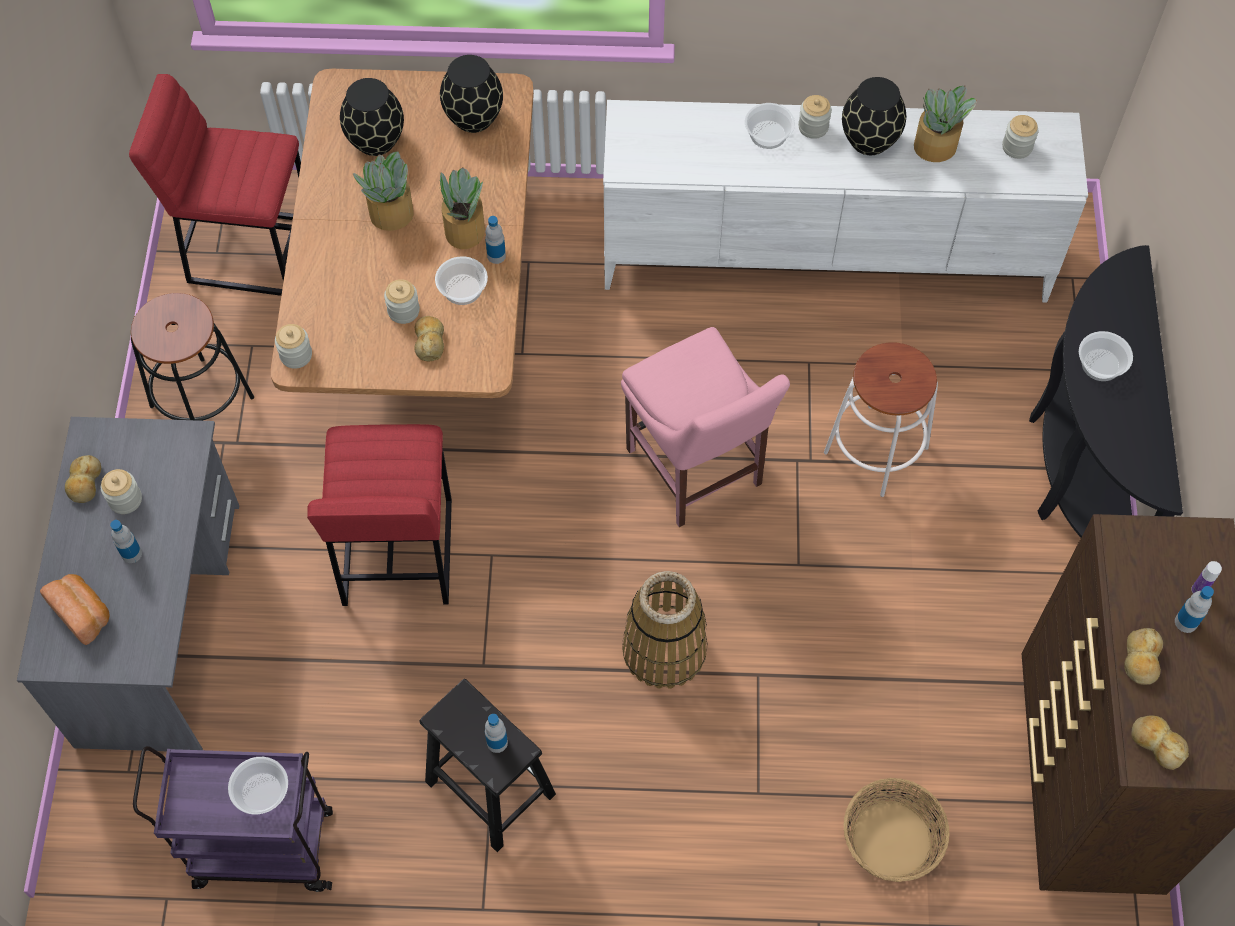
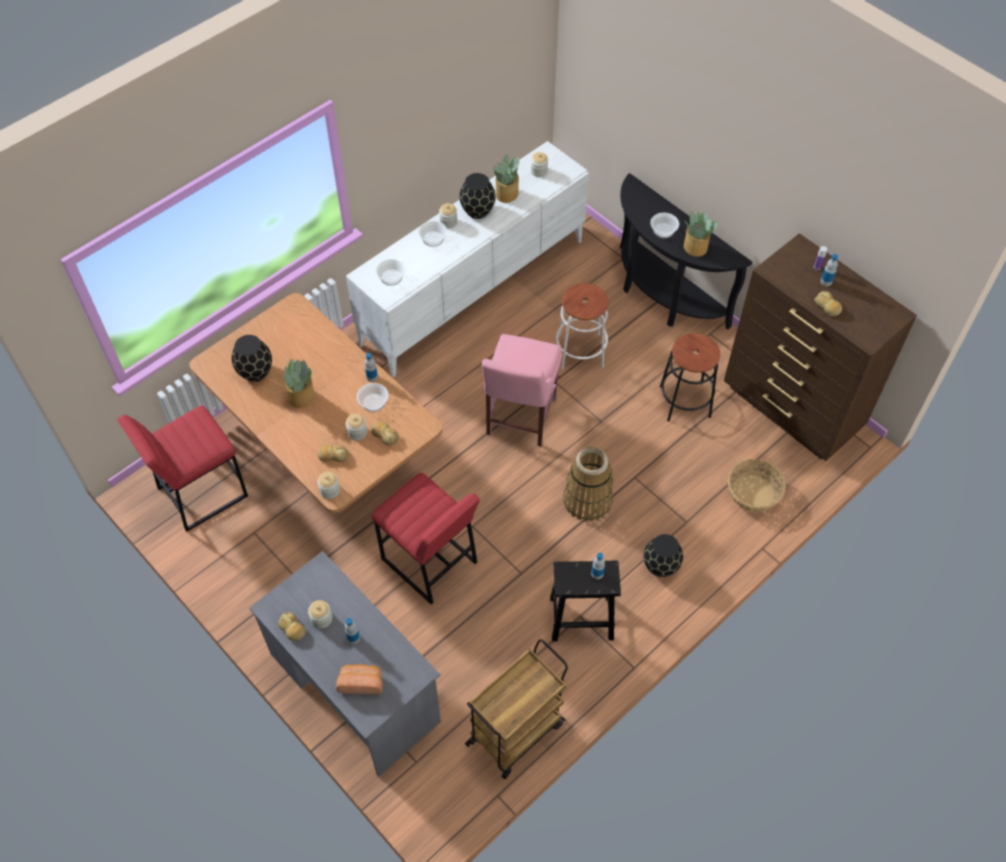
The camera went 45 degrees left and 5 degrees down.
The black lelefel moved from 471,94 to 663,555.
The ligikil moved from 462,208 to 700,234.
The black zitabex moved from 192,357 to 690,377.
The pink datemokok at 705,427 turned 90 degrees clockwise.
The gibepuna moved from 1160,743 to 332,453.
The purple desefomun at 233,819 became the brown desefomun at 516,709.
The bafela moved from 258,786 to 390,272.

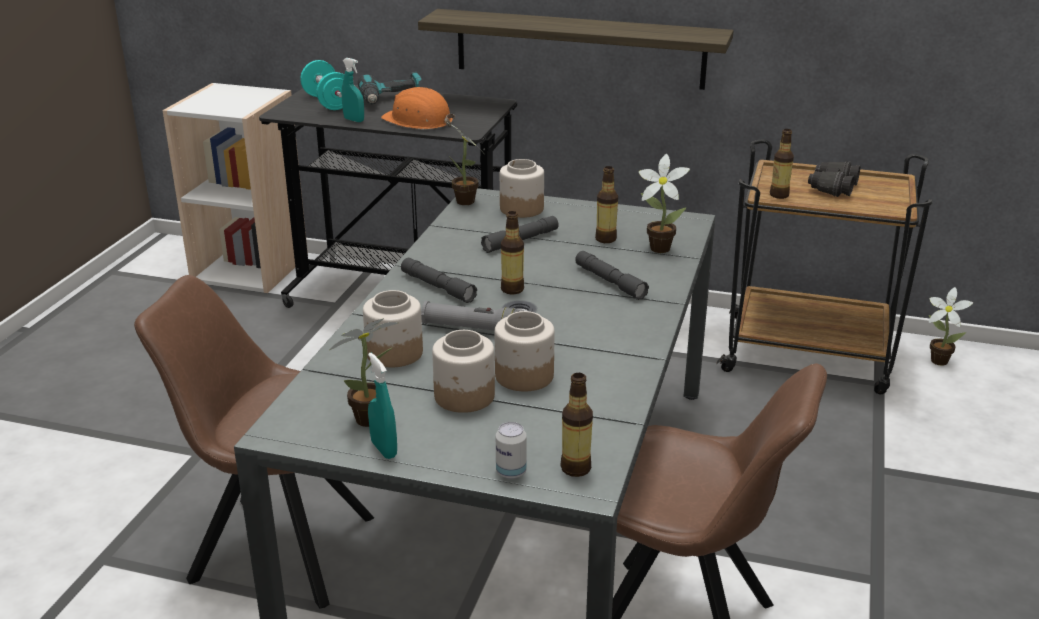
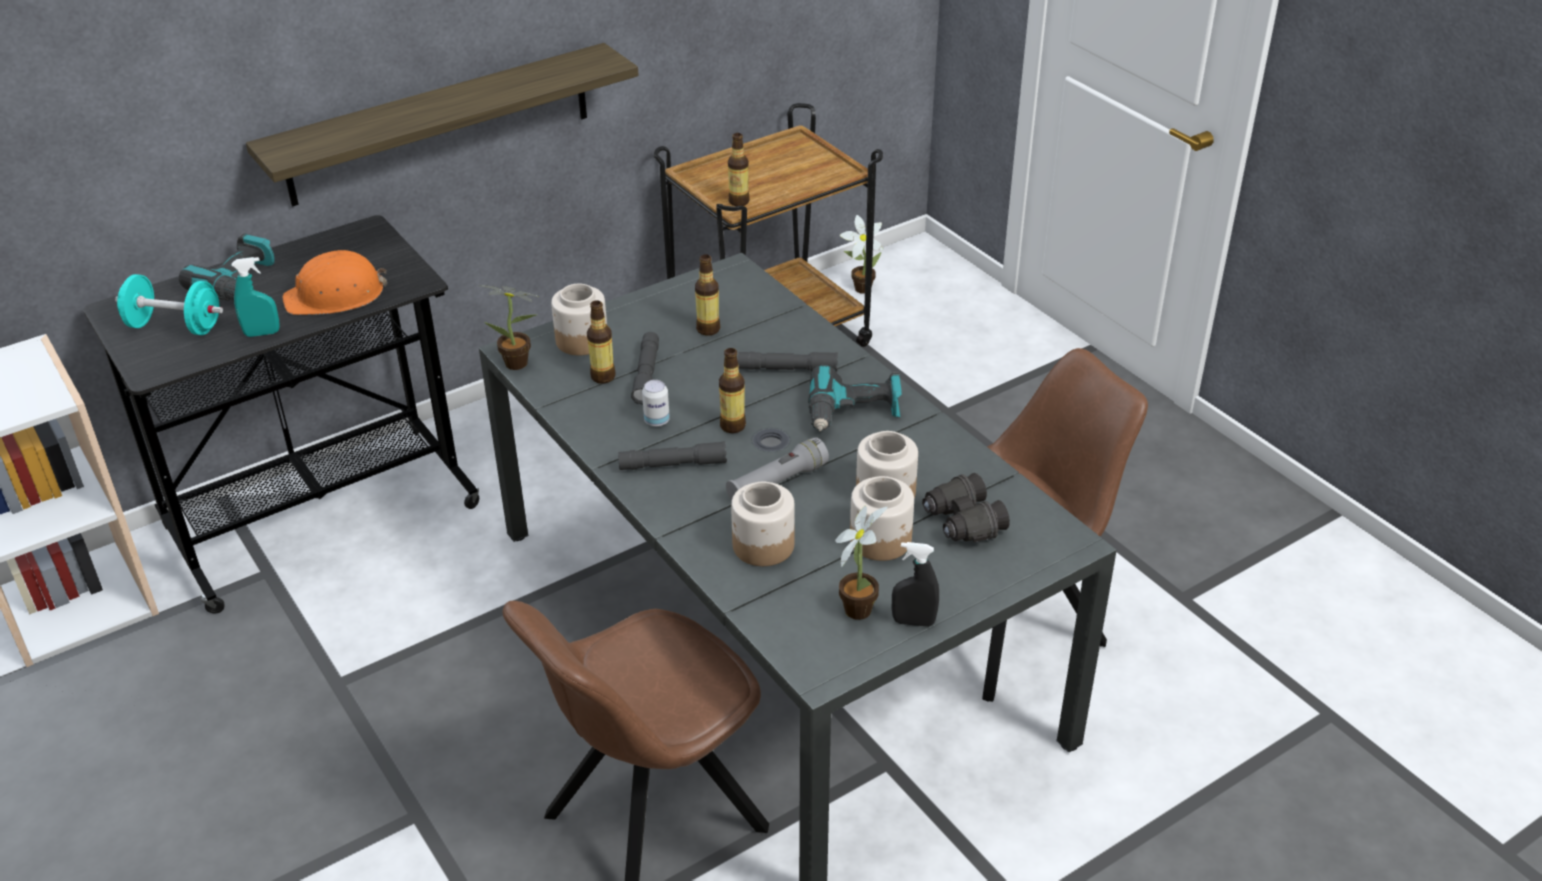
The camera went 50 degrees left and 10 degrees up.
The ligikil at 664,203 disappeared.
The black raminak moved from 834,179 to 966,507.
The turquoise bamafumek at 382,406 became the black bamafumek at 915,584.
The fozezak moved from 577,425 to 601,342.
The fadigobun moved from 511,450 to 656,403.
The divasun at 855,398 appeared.

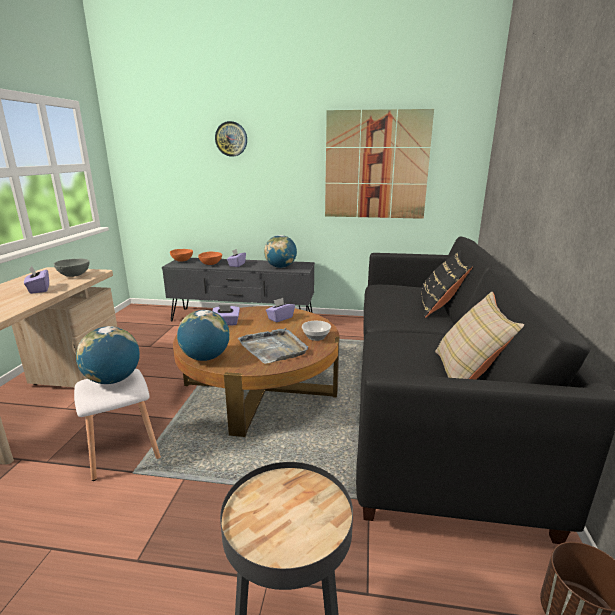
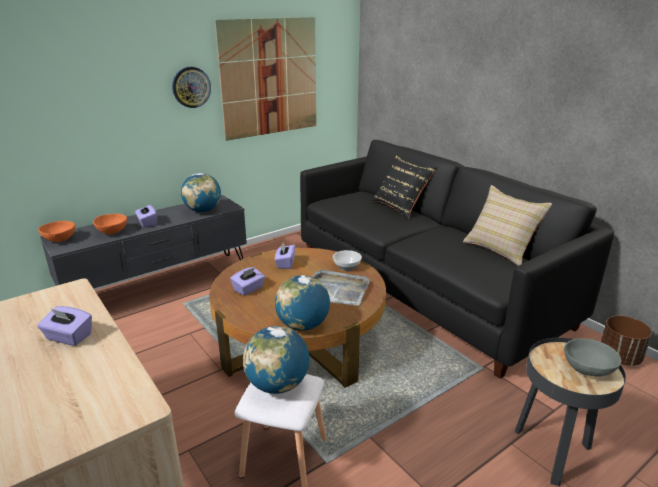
The camera went 45 degrees left and 5 degrees up.
The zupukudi moved from 231,138 to 191,87.
The grey bafela moved from 71,268 to 592,357.

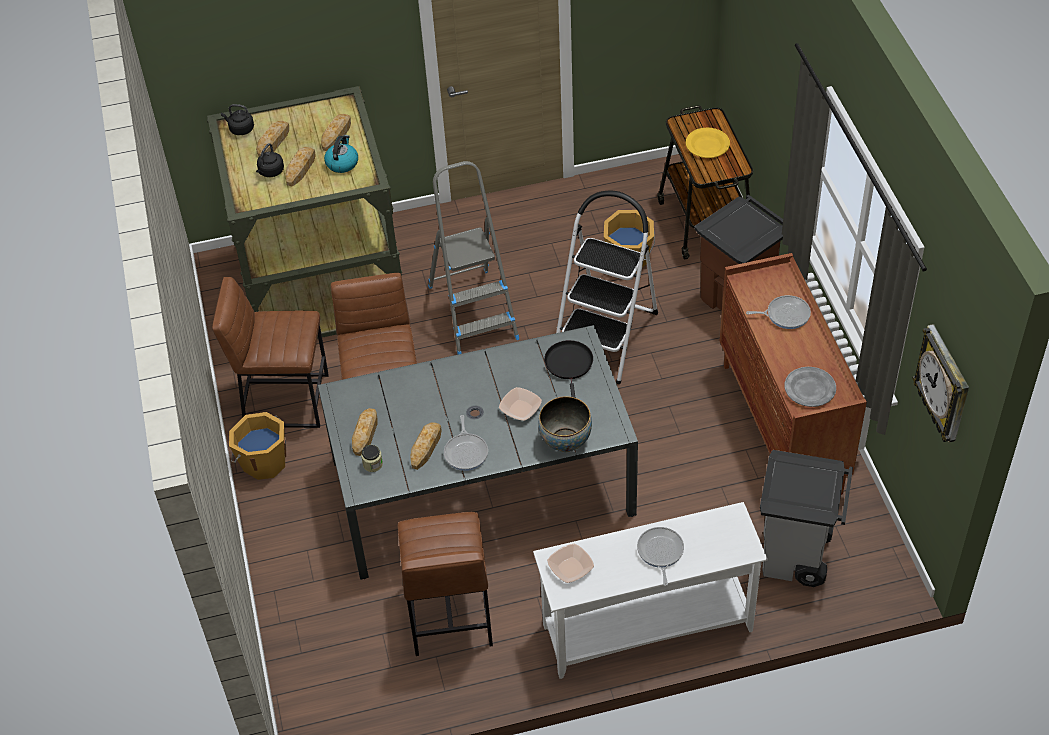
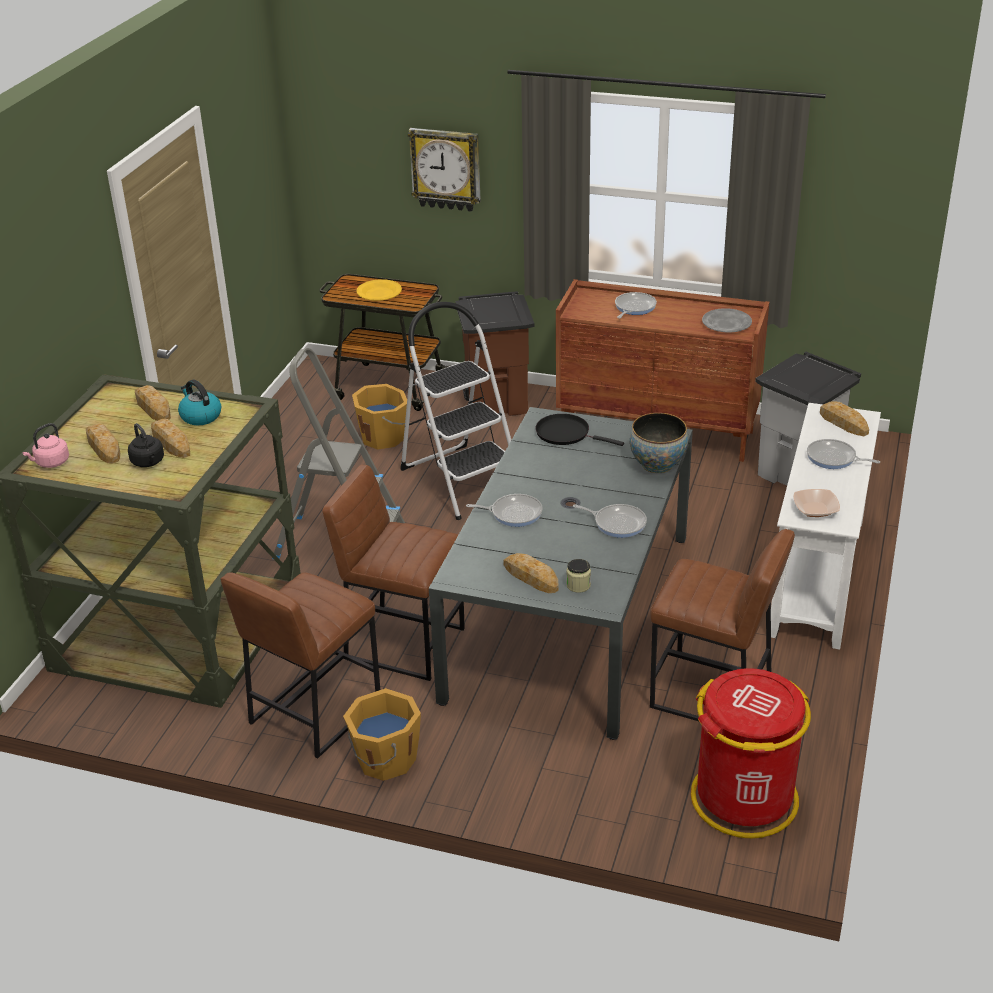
The camera went 60 degrees left and 15 degrees down.
The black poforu at 237,119 became the pink poforu at 45,445.
The zupukudi moved from 940,383 to 444,170.
The bafela at 520,404 disappeared.
The gibepuna moved from 426,446 to 844,418.
The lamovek at 504,510 appeared.
The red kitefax at 751,753 appeared.

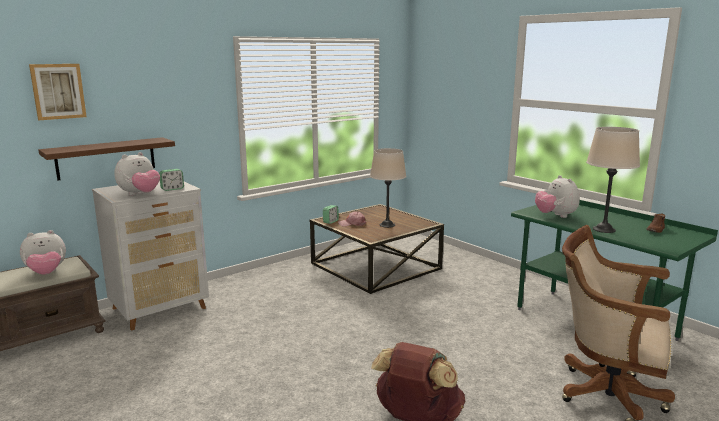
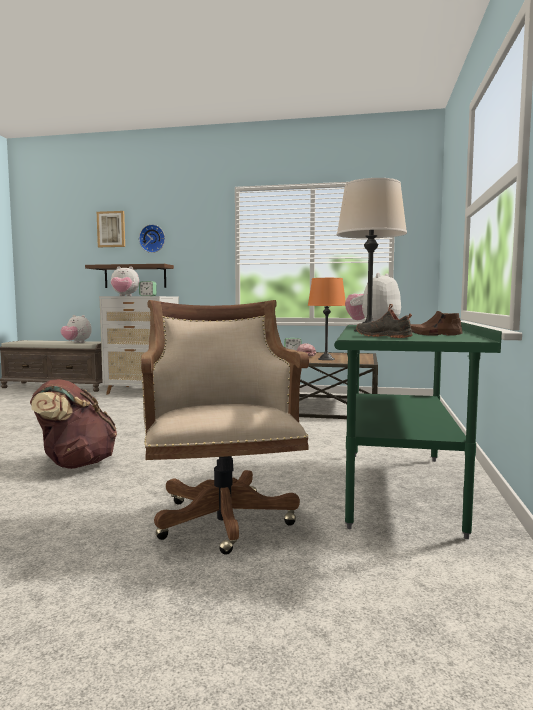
The camera went 50 degrees right and 10 degrees down.
The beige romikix at 388,188 became the orange romikix at 327,319.
The zupukudi at 152,238 appeared.
The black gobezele at 384,321 appeared.

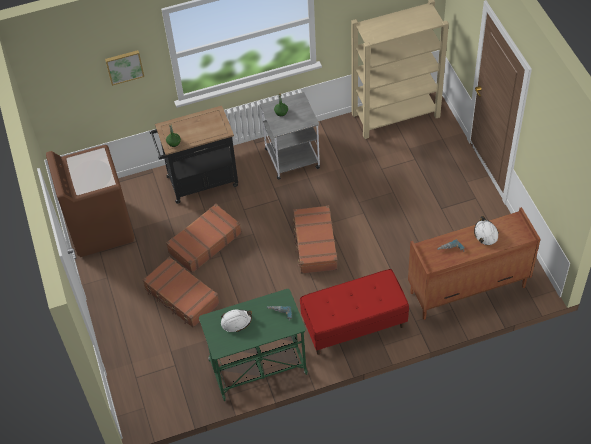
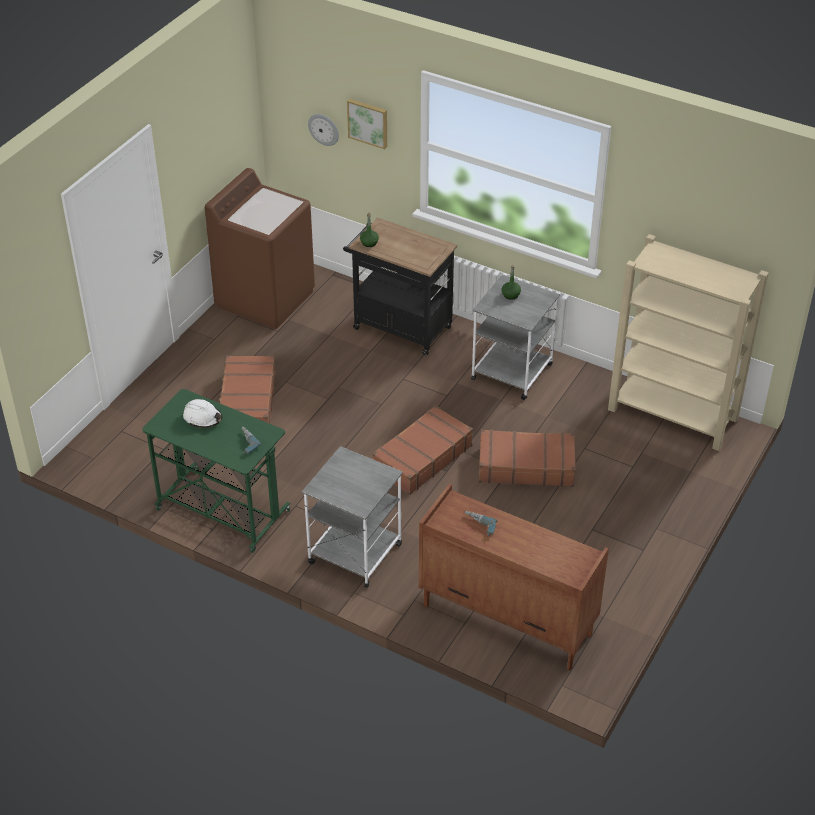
The camera went 45 degrees right and 10 degrees down.
The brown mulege moved from 204,238 to 527,458.
The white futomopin at 486,230 disappeared.
The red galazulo at 354,312 was replaced by the grey desefomun at 352,516.
The zupukudi at 323,130 appeared.

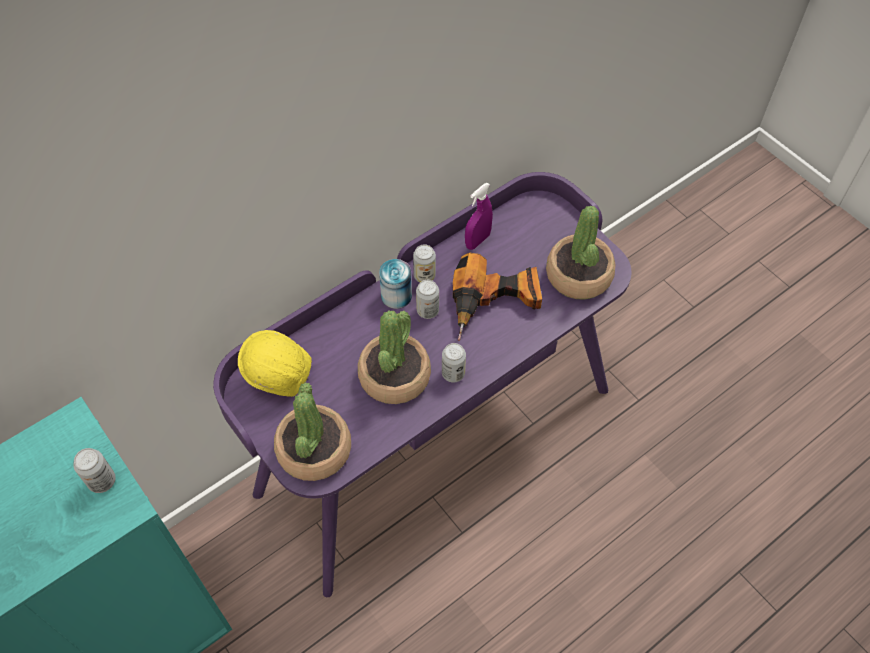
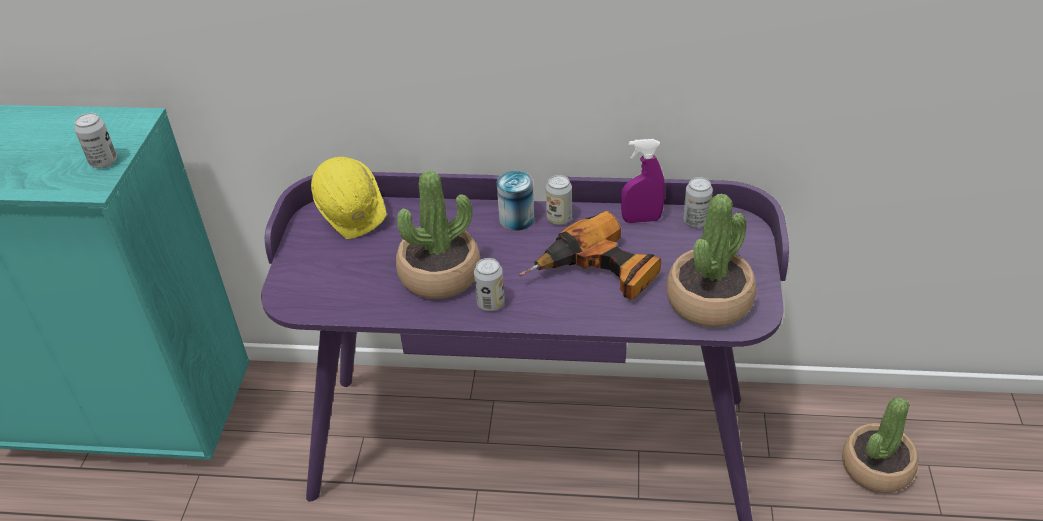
The camera went 45 degrees right and 15 degrees down.
The fadigobun moved from 427,299 to 698,202.
The ligikil moved from 312,431 to 880,445.

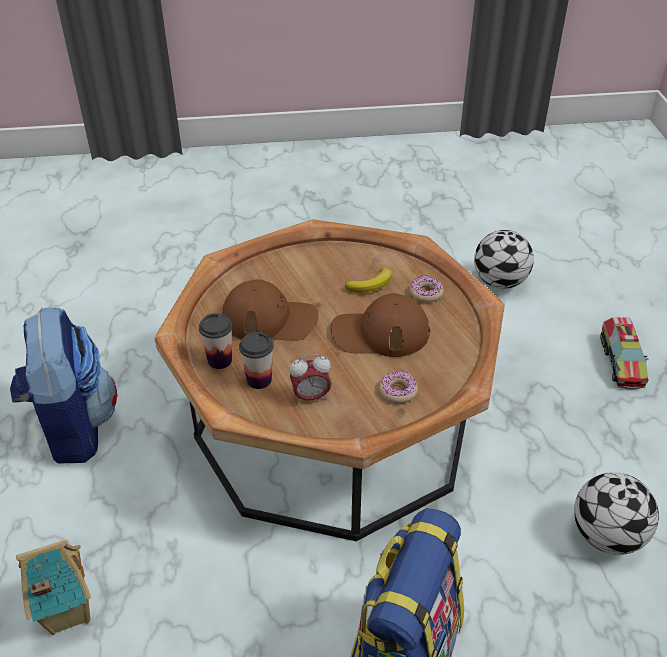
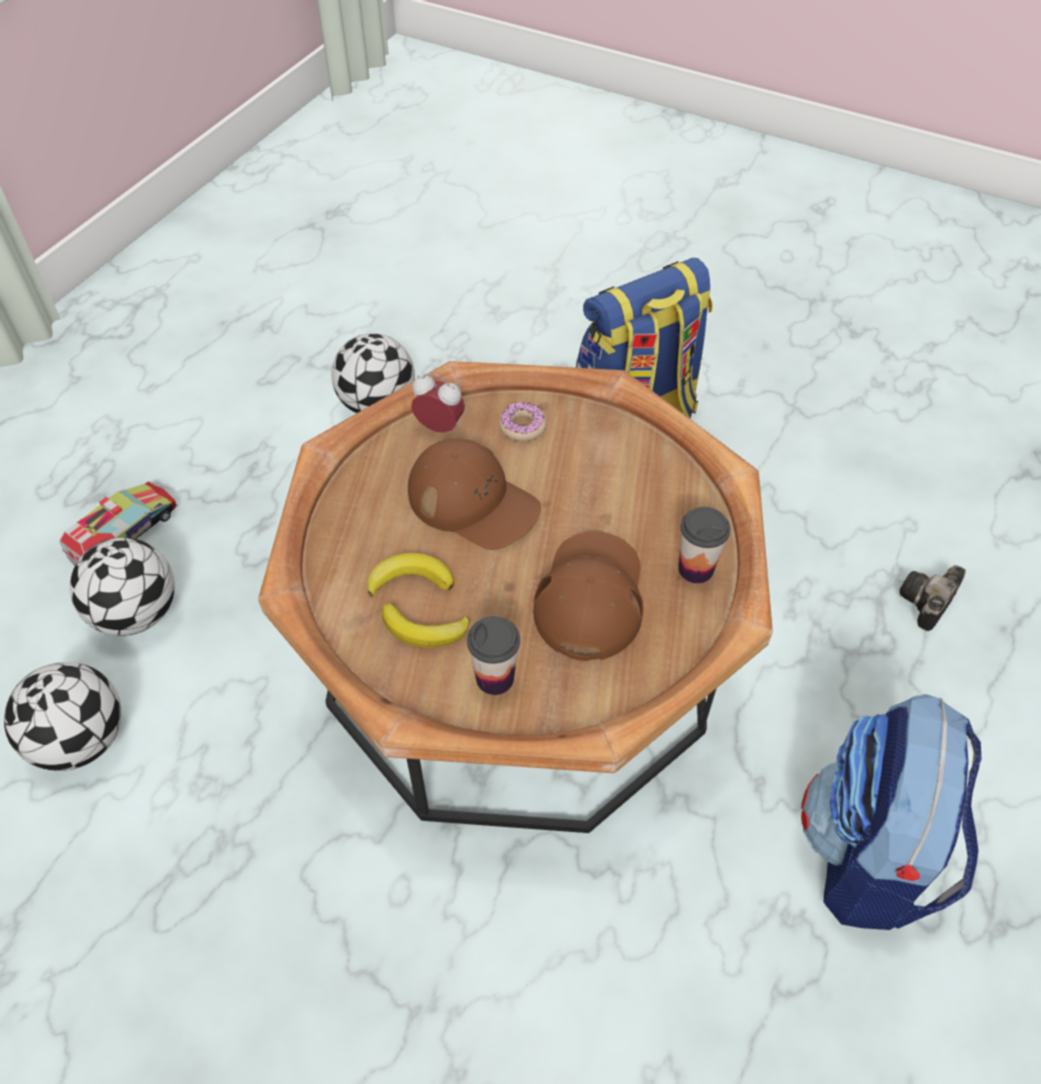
The camera went 145 degrees left and 10 degrees up.
The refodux at 427,289 disappeared.
The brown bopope at 270,310 turned 60 degrees clockwise.
The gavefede moved from 256,360 to 493,655.
The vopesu moved from 311,379 to 438,403.
The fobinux at 53,587 was replaced by the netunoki at 932,598.
The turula at 122,587 appeared.
The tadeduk at 426,625 appeared.

